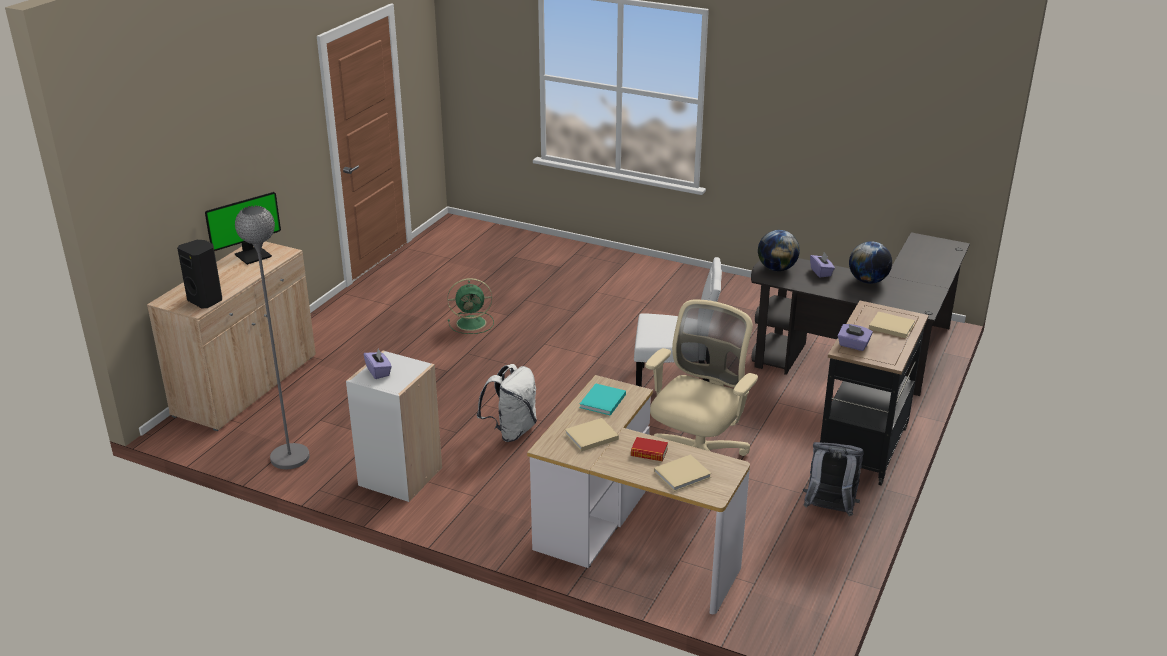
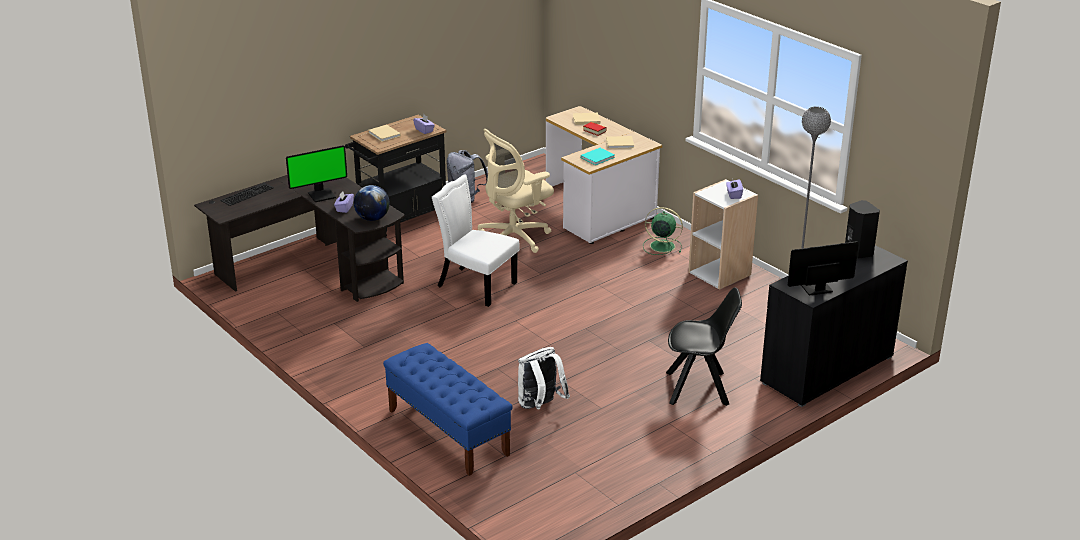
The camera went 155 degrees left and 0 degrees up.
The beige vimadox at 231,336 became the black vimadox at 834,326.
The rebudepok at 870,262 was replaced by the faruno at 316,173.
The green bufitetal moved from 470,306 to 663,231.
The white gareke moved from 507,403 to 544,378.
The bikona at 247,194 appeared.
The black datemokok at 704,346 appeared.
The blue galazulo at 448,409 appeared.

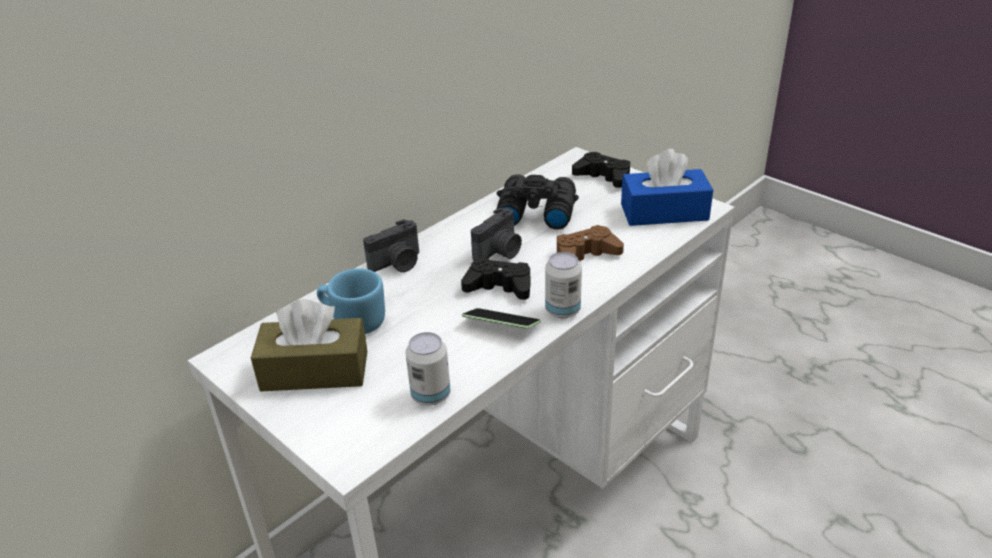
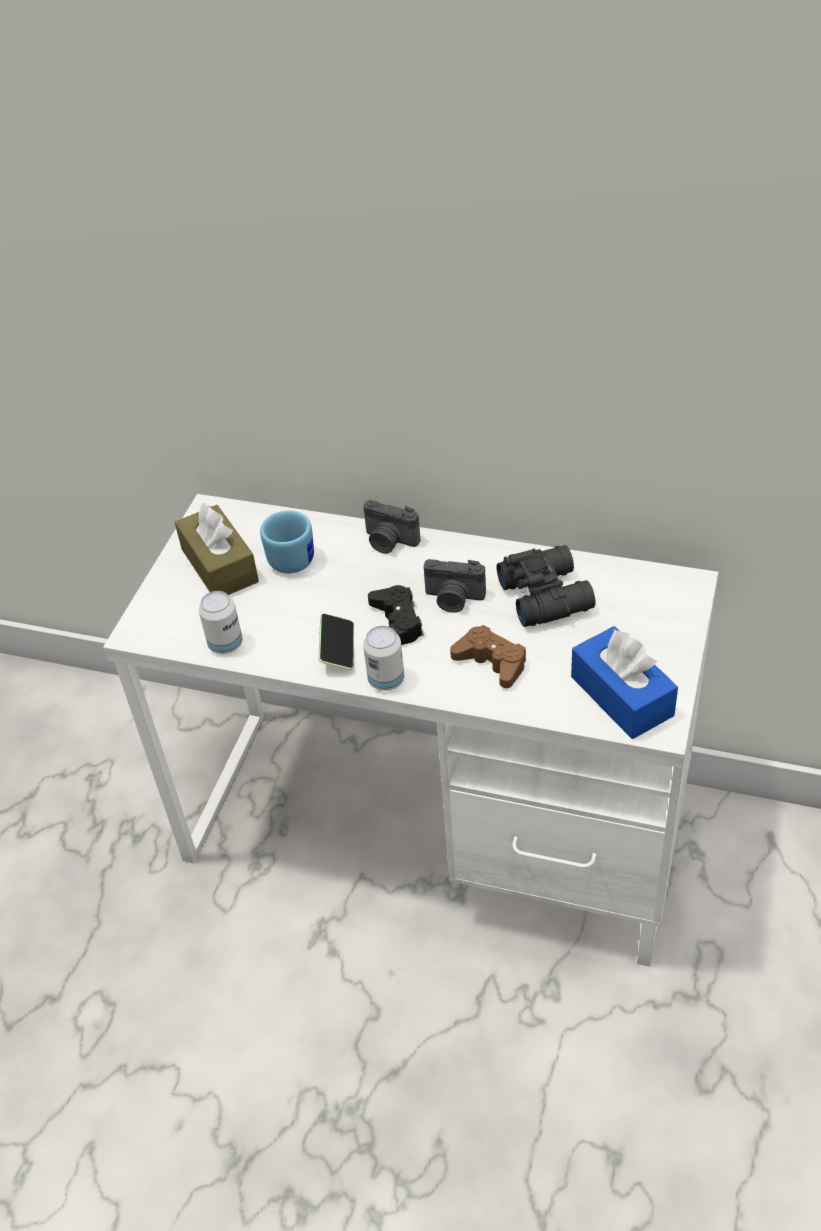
The camera went 65 degrees right and 10 degrees up.
The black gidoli at 601,170 disappeared.

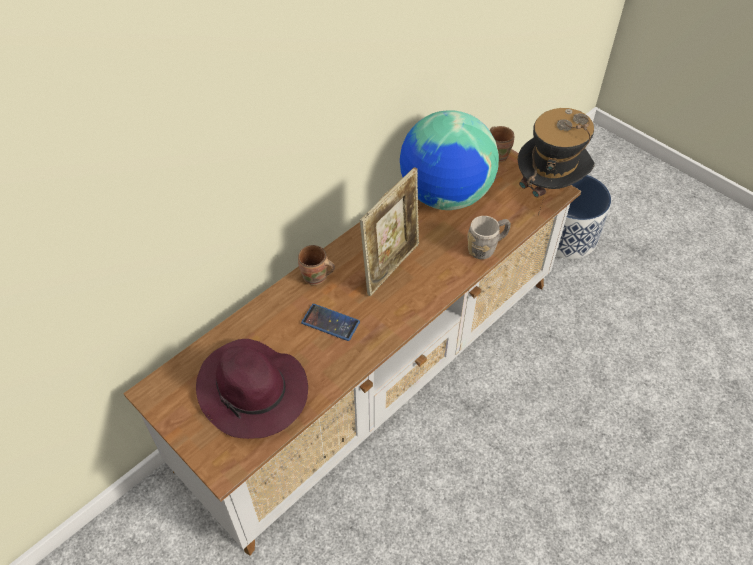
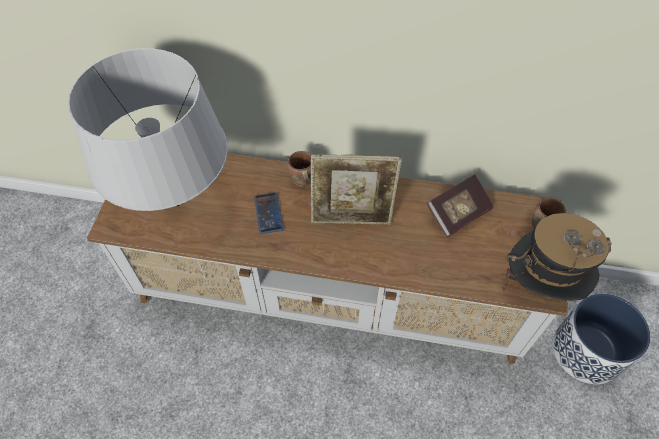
The camera went 55 degrees right and 5 degrees up.
The rebudepok at 449,160 was replaced by the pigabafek at 460,205.
The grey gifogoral at 489,237 disappeared.
The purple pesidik at 252,389 was replaced by the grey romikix at 148,129.

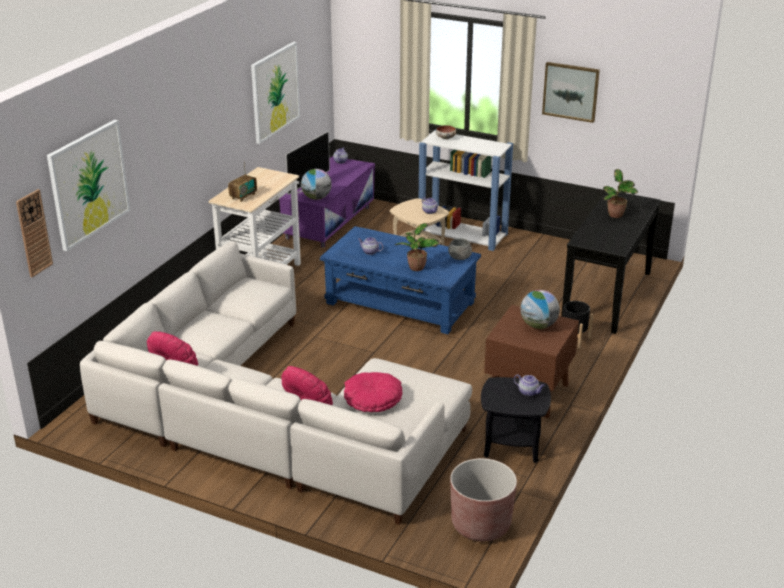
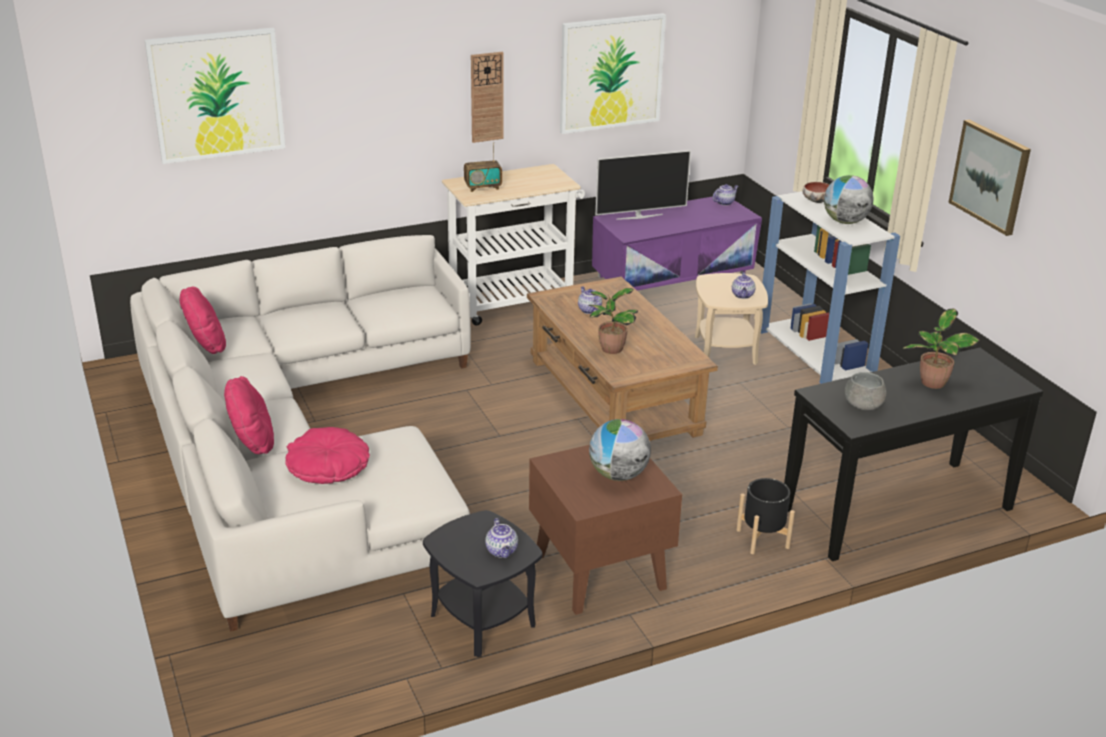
The camera went 40 degrees right and 0 degrees up.
The rebudepok moved from 316,184 to 849,199.
The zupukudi moved from 34,233 to 487,97.
The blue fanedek at 400,280 became the brown fanedek at 622,359.
The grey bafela moved from 460,249 to 865,391.
The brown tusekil at 483,499 disappeared.

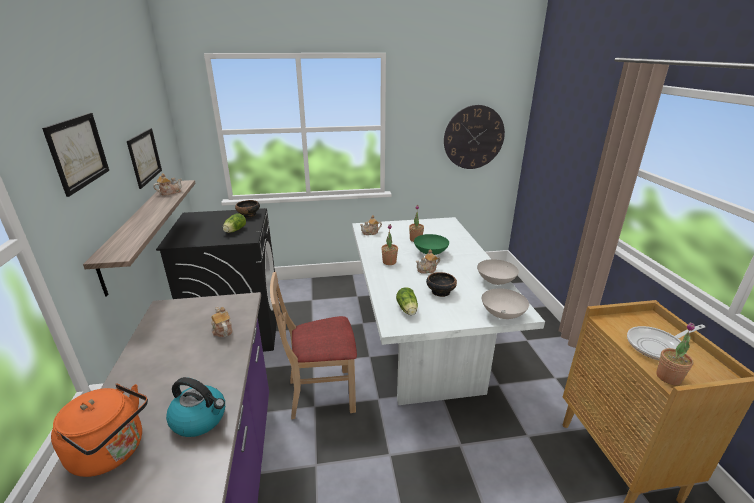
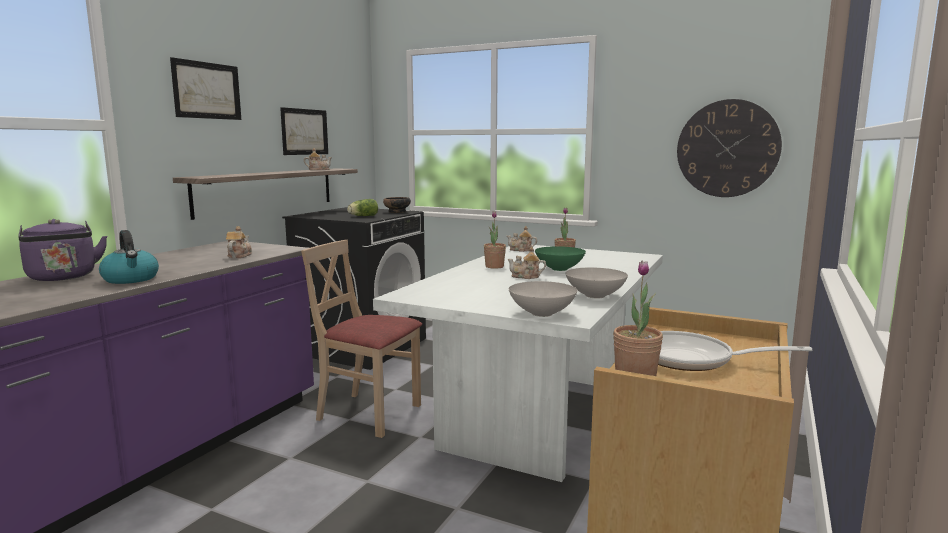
The camera went 35 degrees right and 15 degrees down.
The bafela at 441,284 disappeared.
The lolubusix at 407,301 disappeared.
The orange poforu at 99,430 became the purple poforu at 62,250.

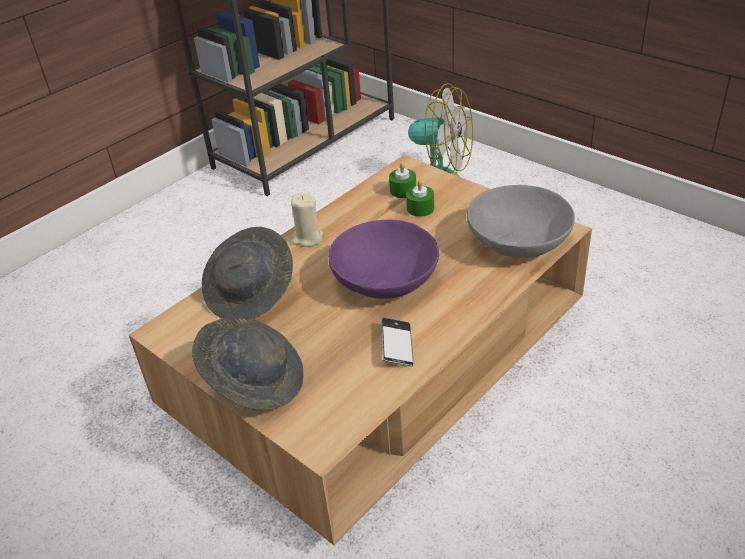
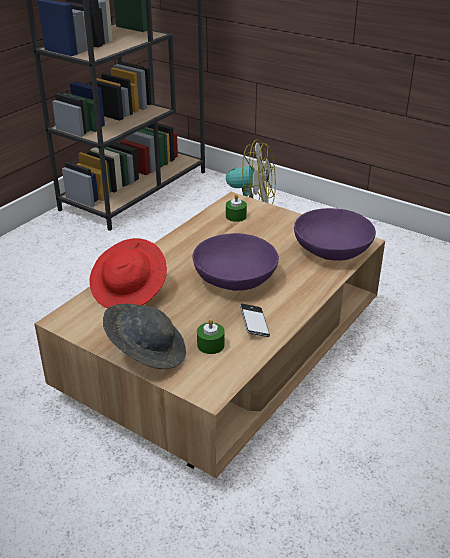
The camera went 10 degrees left and 5 degrees down.
The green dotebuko moved from 420,198 to 211,336.
The grey bafela at 521,221 became the purple bafela at 335,234.
The beige dotebuko at 307,220 disappeared.
The grey pesidik at 247,273 became the red pesidik at 128,273.

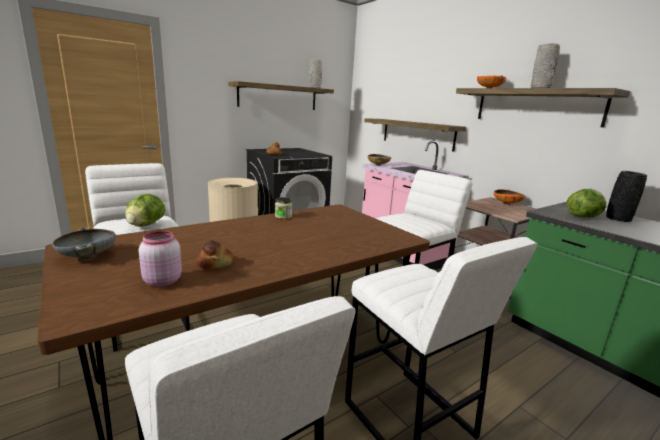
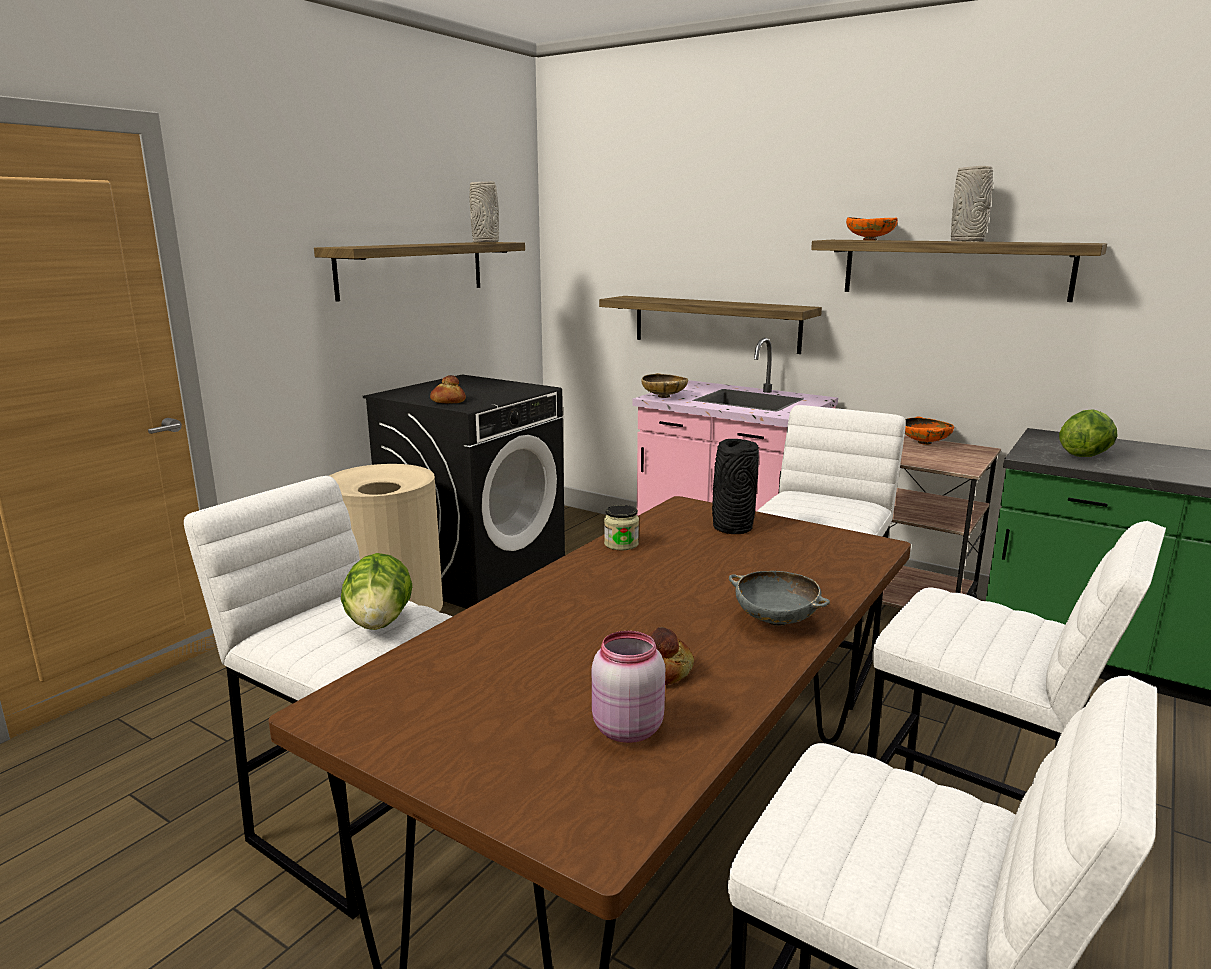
The camera went 20 degrees left and 0 degrees up.
The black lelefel moved from 626,196 to 735,486.
The grey bafela moved from 84,243 to 779,598.

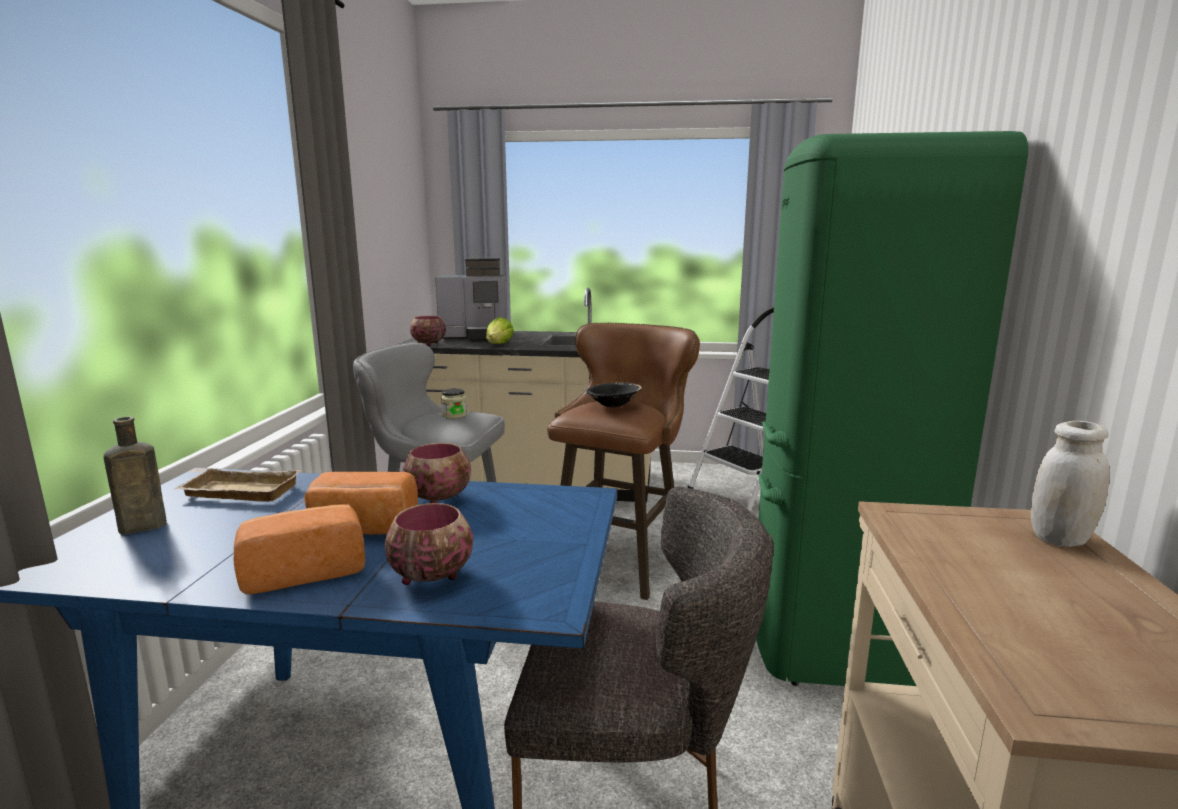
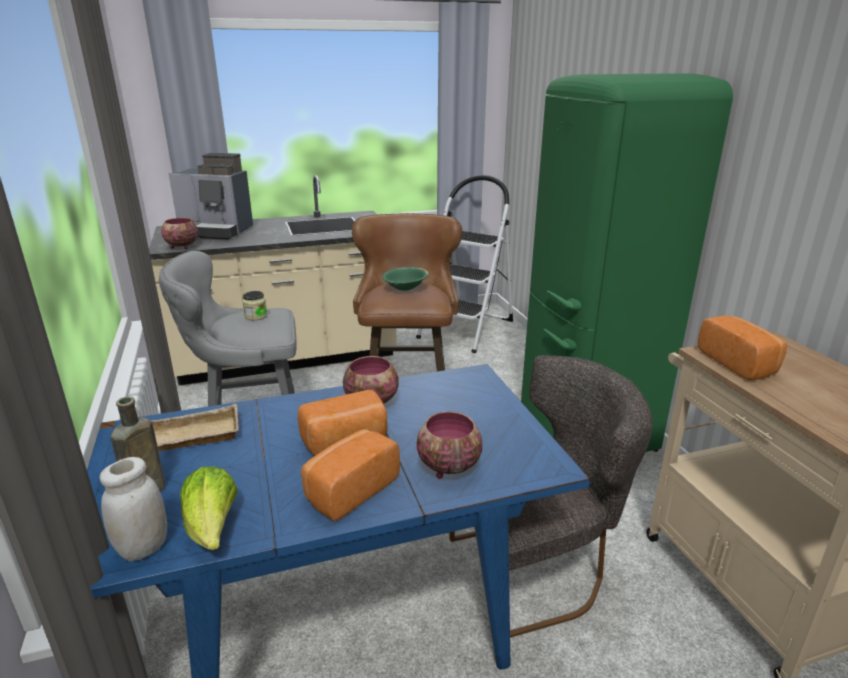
The camera went 25 degrees left and 10 degrees up.
The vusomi at 471,299 turned 45 degrees clockwise.
The lolubusix moved from 500,330 to 209,508.
The black bafela at 614,394 became the green bafela at 405,279.
The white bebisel moved from 1070,484 to 133,509.
The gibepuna at 742,347 appeared.

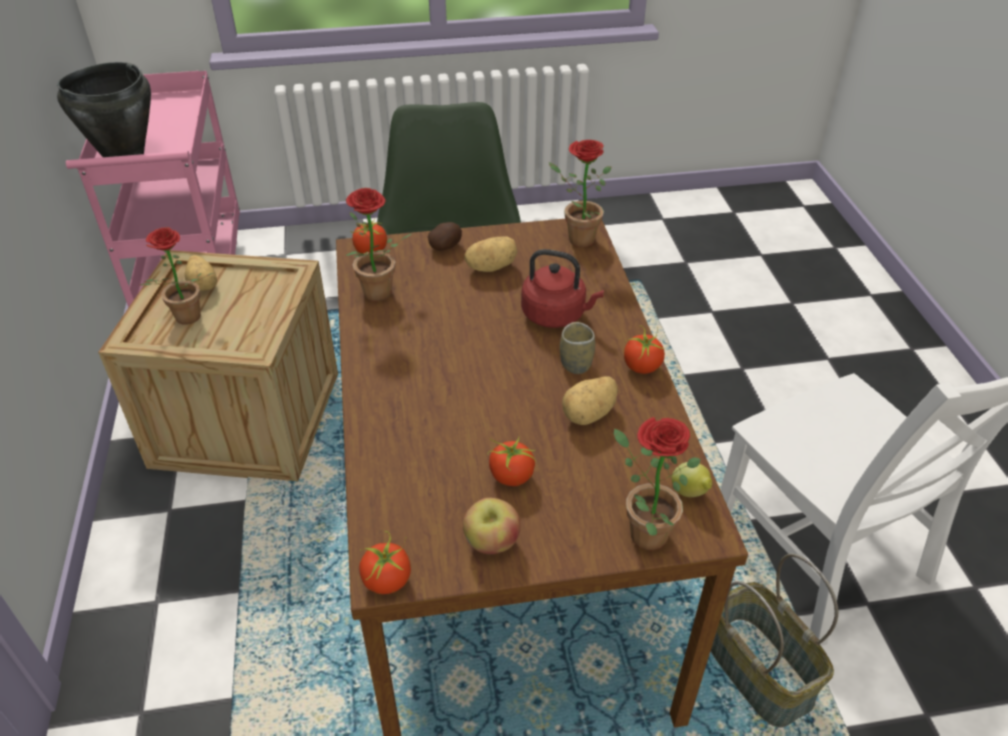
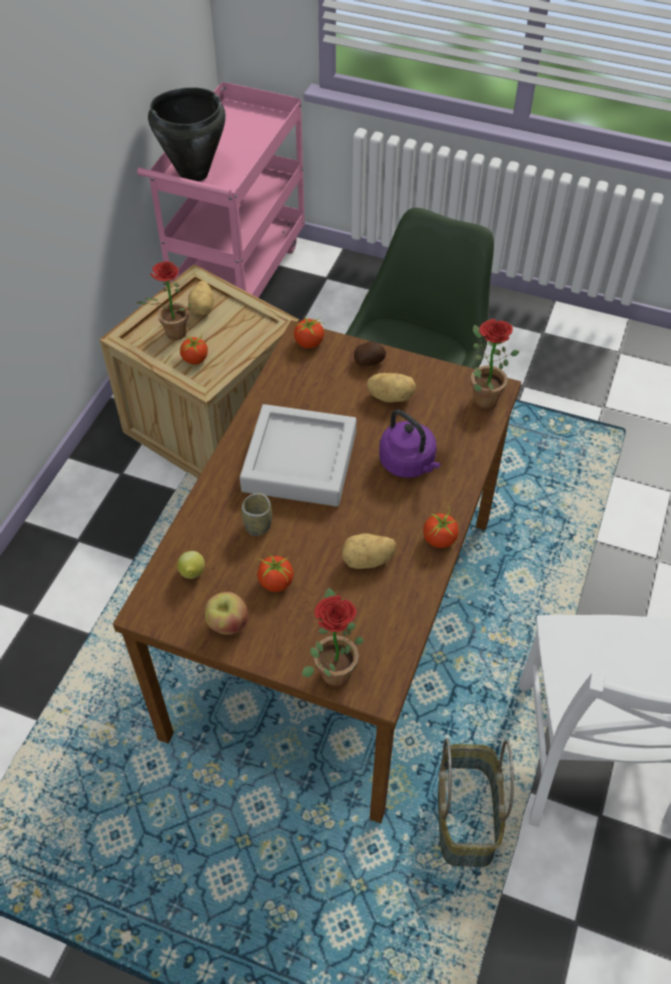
The camera went 30 degrees right and 10 degrees up.
The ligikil at 379,245 disappeared.
The red poforu at 562,288 became the purple poforu at 410,444.
The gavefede moved from 577,348 to 257,514.
The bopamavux moved from 692,479 to 191,565.
The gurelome moved from 385,562 to 194,350.
The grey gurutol at 298,455 appeared.

